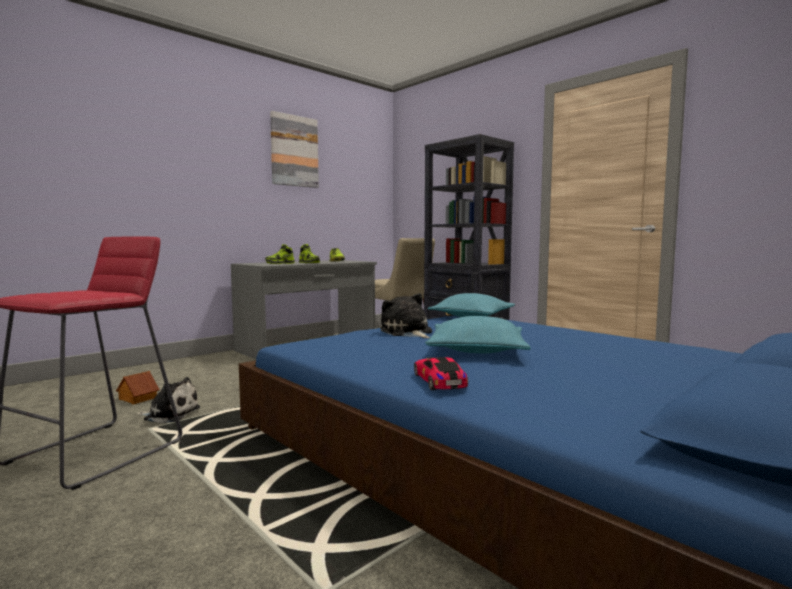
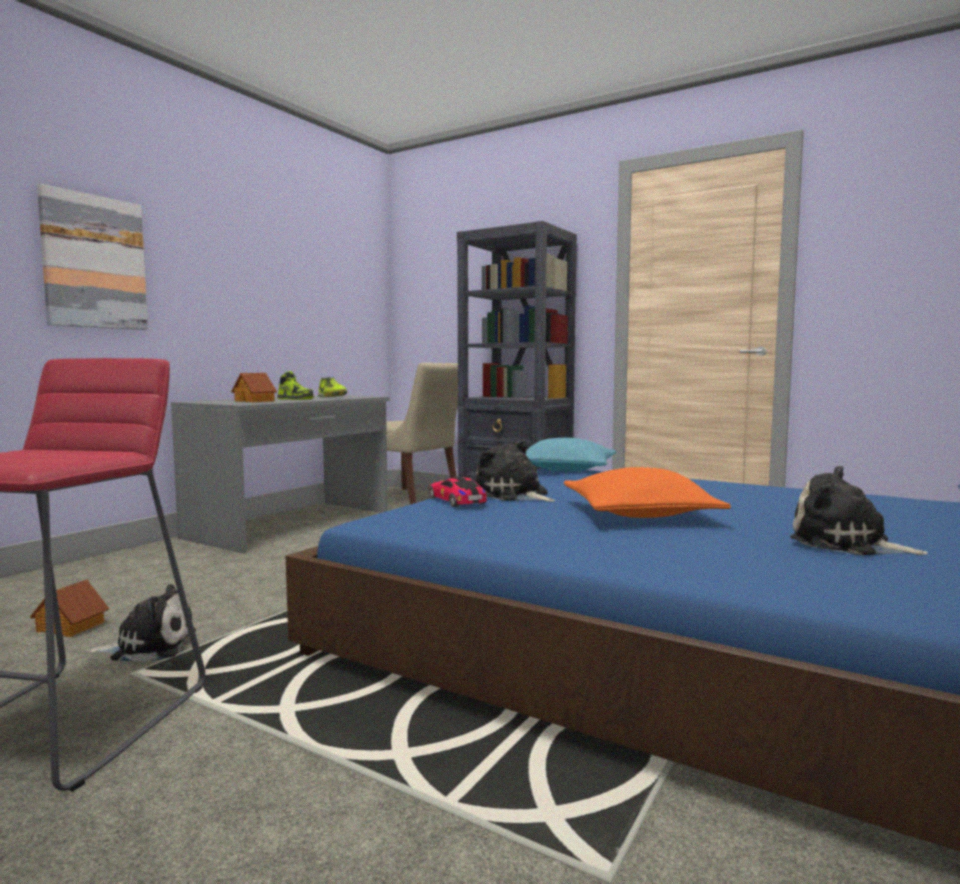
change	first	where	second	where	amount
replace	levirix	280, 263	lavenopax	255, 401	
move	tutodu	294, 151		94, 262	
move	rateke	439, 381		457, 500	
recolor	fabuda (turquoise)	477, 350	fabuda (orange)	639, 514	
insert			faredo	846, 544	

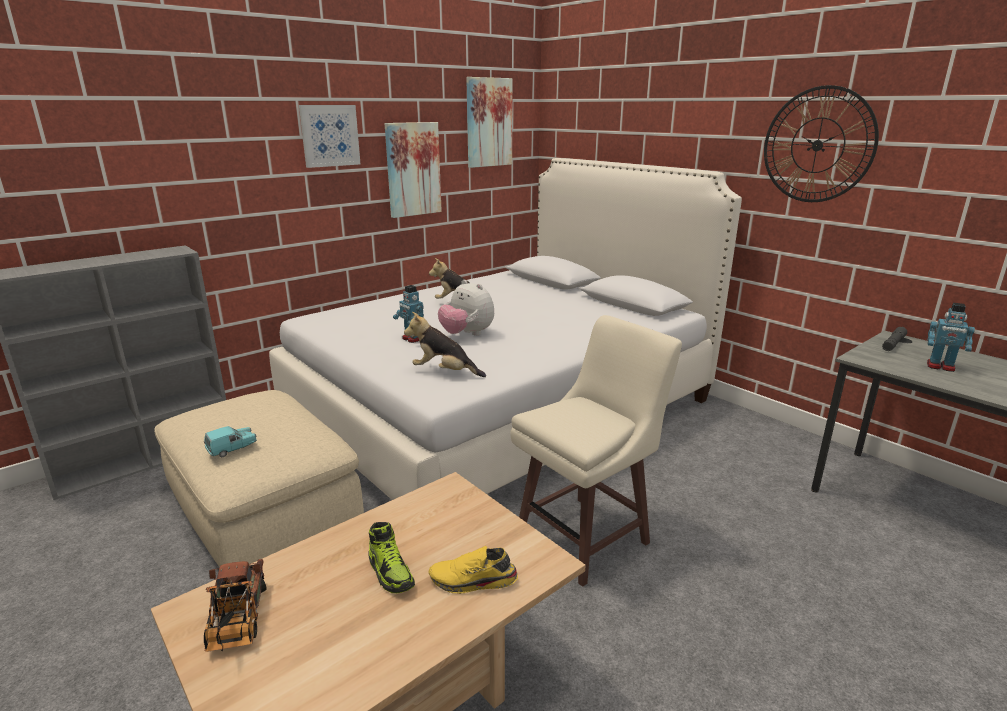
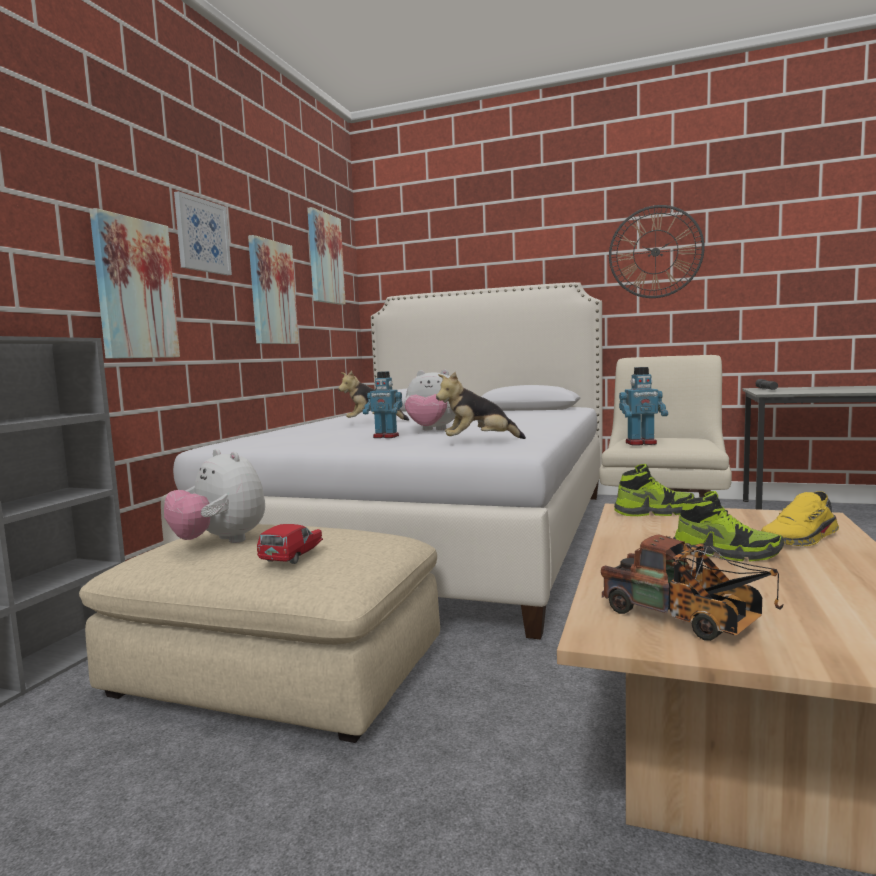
change	first	where	second	where	amount
recolor	rateke (turquoise)	232, 449	rateke (red)	292, 557	
move	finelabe	940, 367		641, 443	
insert			tutodu	135, 289	
insert			faredo	220, 542	
insert			levirix	654, 512	

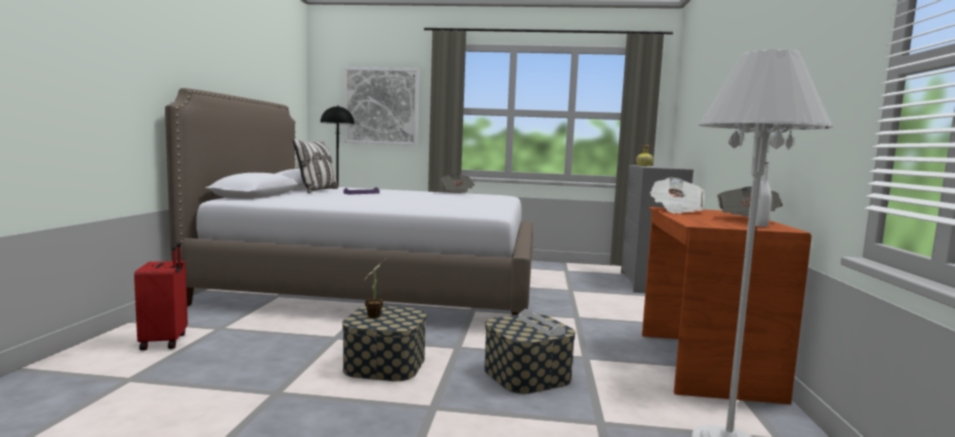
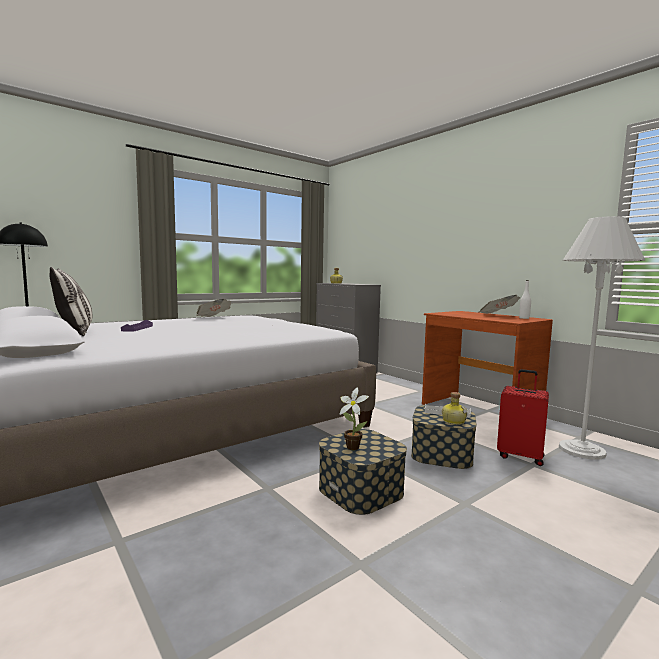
change	first	where	second	where	amount
move	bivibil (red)	165, 341		520, 456	
delete	tutodu	381, 106			
delete	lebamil	676, 210			
insert			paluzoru	453, 421	

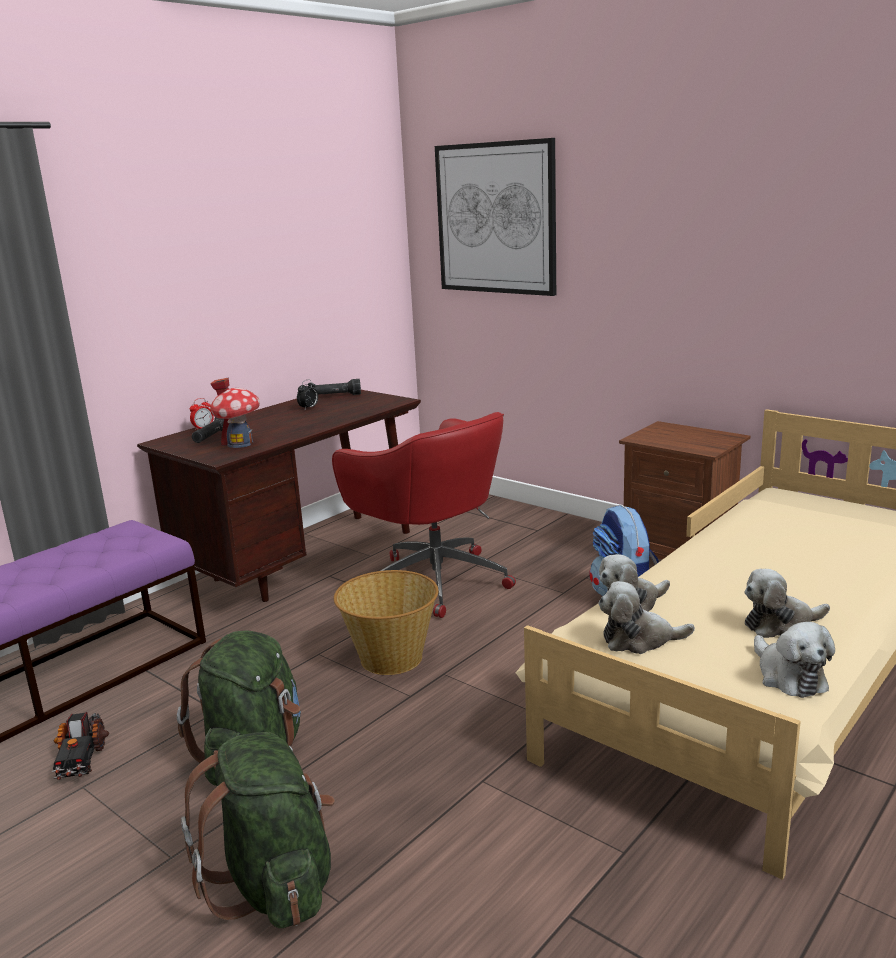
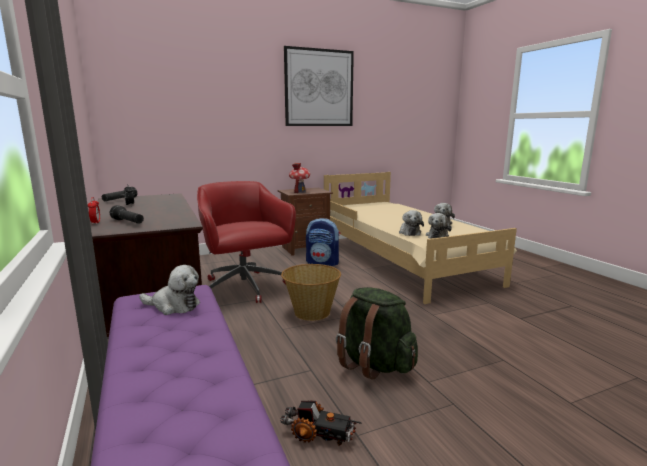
change	first	where	second	where	amount
delete	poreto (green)	275, 883			
move	lavenopax	240, 443		299, 191	
rotate	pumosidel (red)	434, 580		245, 288	105 degrees counterclockwise
move	tutodu	495, 218		319, 88	
move	faredo	788, 676		173, 306	

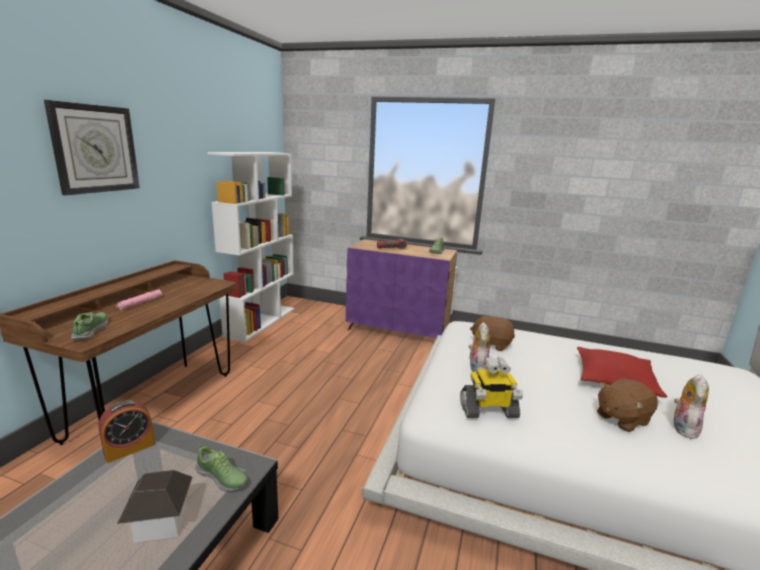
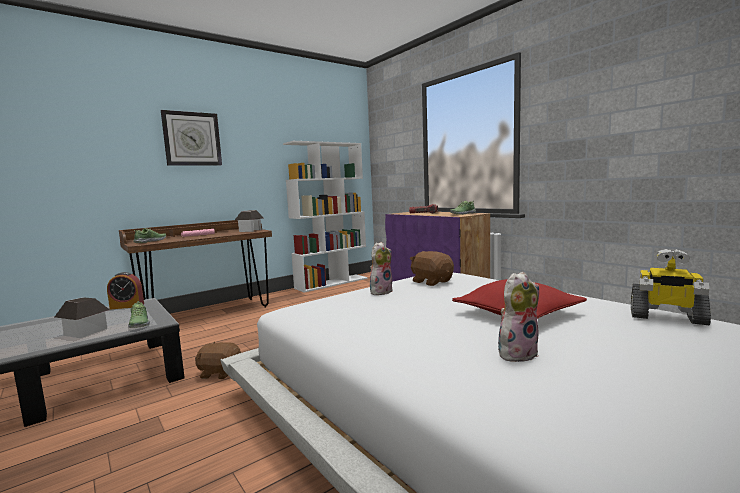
change	first	where	second	where	amount
move	finelabe	488, 411		666, 317	
move	faredo (brown)	621, 418		219, 372	
insert			lavenopax	250, 230	

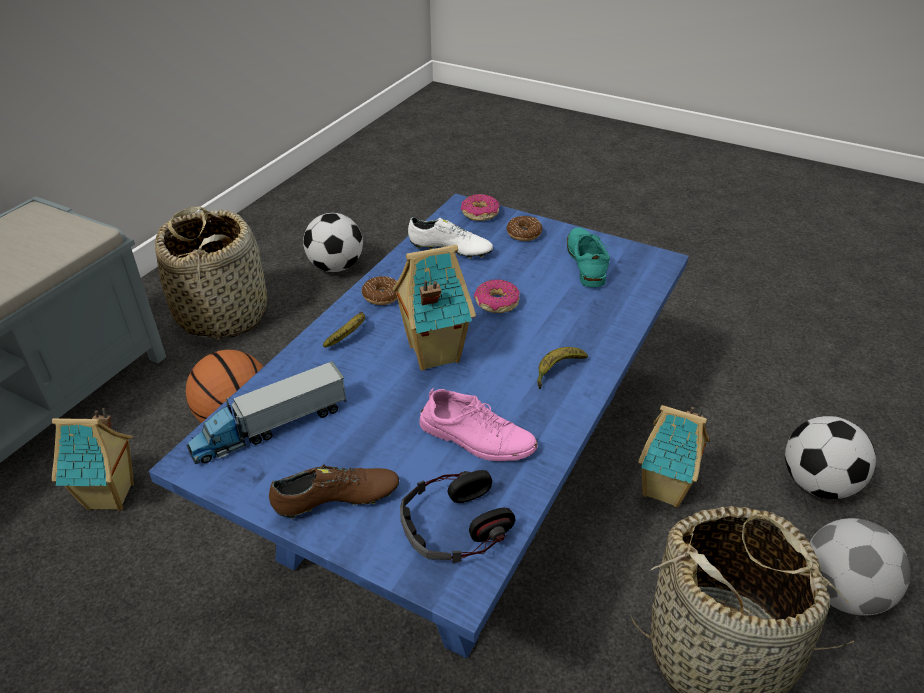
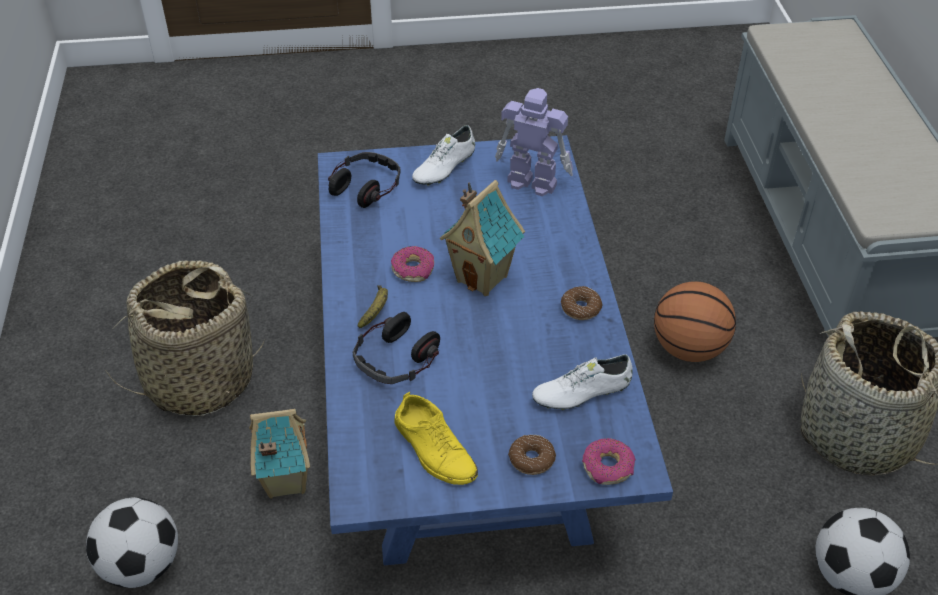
change	first	where	second	where	amount
delete	lavenopax	112, 496			
replace	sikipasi	270, 428	finelabe	531, 182	
recolor	levirix (brown)	337, 500	levirix (white)	444, 168	
delete	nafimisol	349, 334			
delete	levirix (pink)	476, 438			
move	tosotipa	496, 303		413, 269	
recolor	levirix (turquoise)	586, 262	levirix (yellow)	434, 449	
delete	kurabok	842, 592			
insert			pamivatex	396, 358	

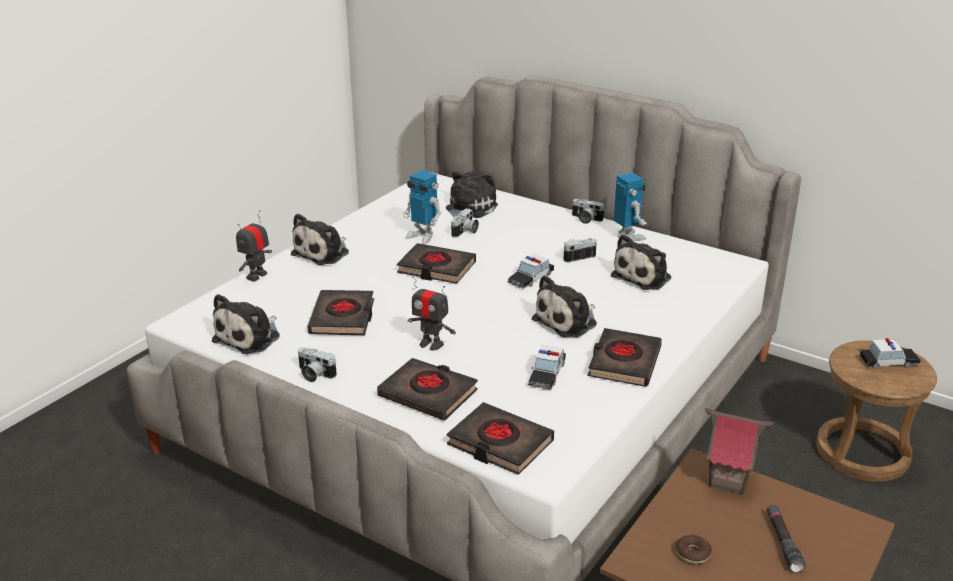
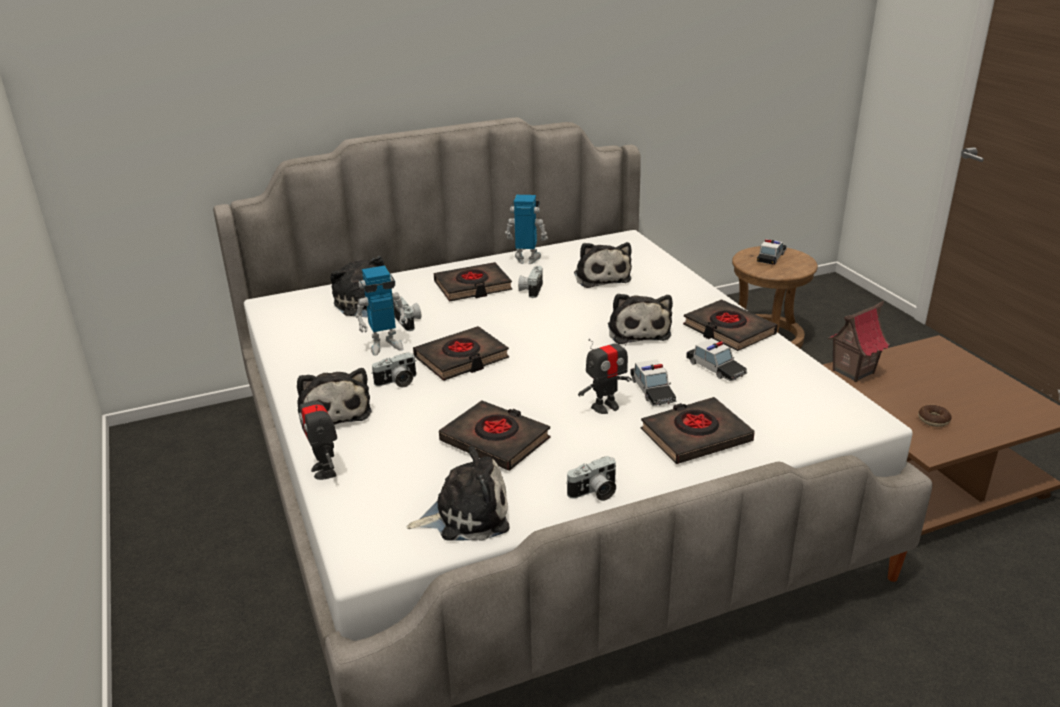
change	first	where	second	where	amount
rotate	faredo	250, 337		466, 515	75 degrees counterclockwise
move	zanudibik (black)	499, 444		473, 287	
move	rateke	531, 278		652, 390	
move	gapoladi	585, 219		397, 382	
delete	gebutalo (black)	783, 542			

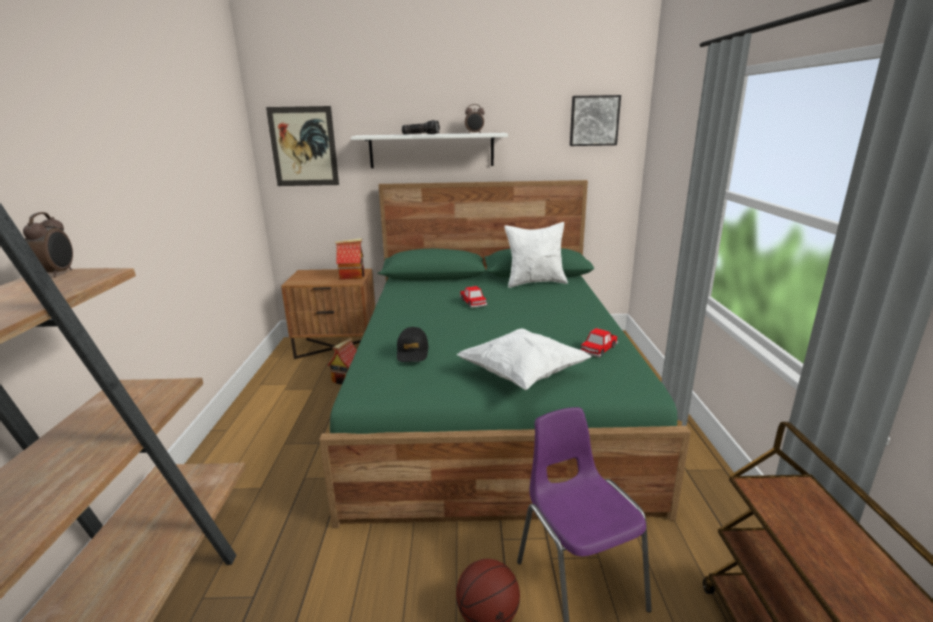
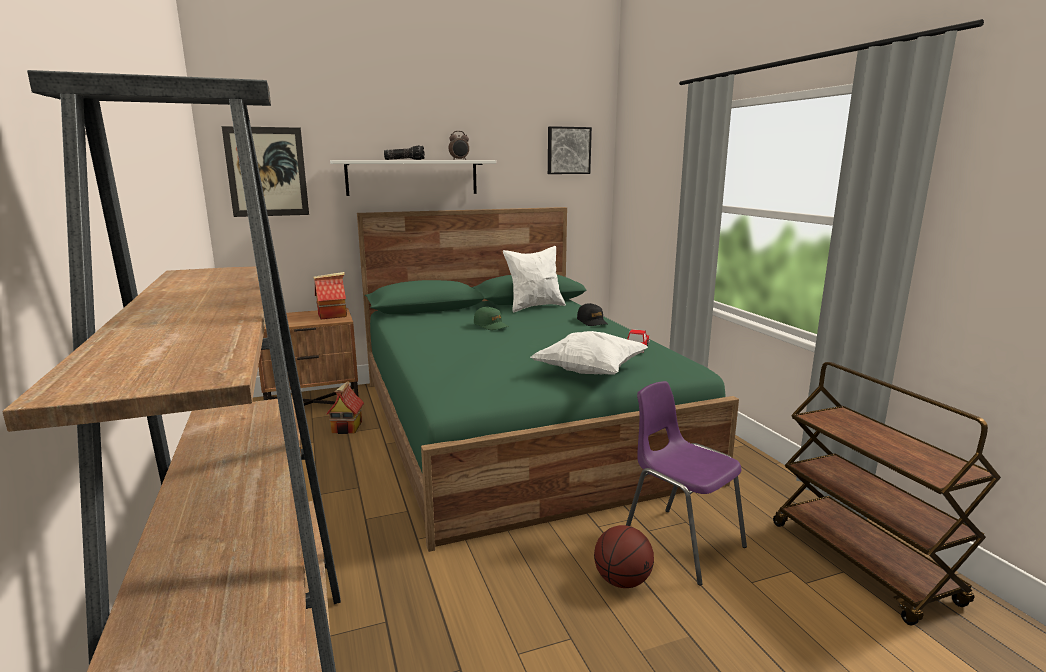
change	first	where	second	where	amount
delete	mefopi	58, 273			
move	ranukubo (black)	412, 352		592, 322	
replace	rateke	473, 302	ranukubo (green)	491, 325	

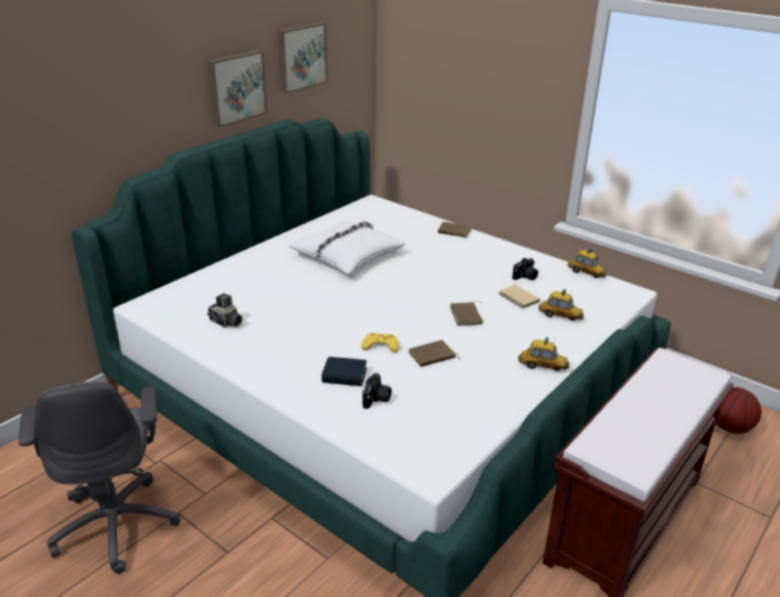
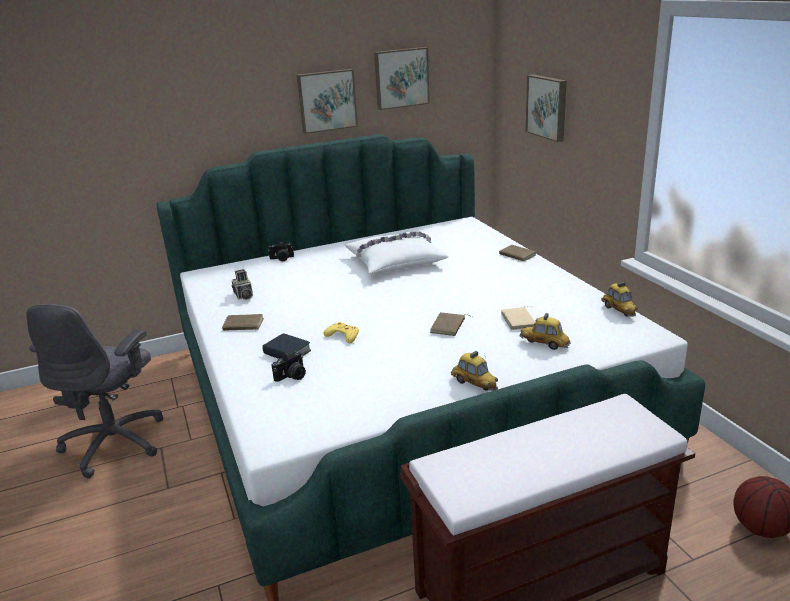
change	first	where	second	where	amount
move	zanudibik (brown)	432, 356		243, 325	
move	gapoladi	525, 277		282, 259	
rotate	rateke	560, 316		544, 344	150 degrees clockwise
insert			tutodu	548, 107	

